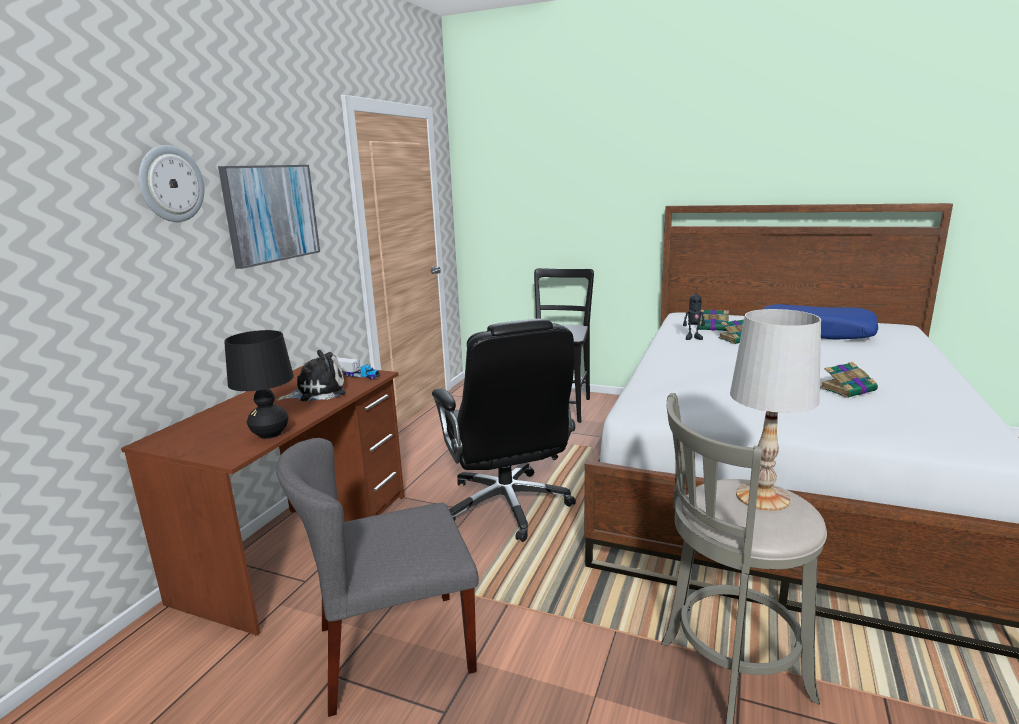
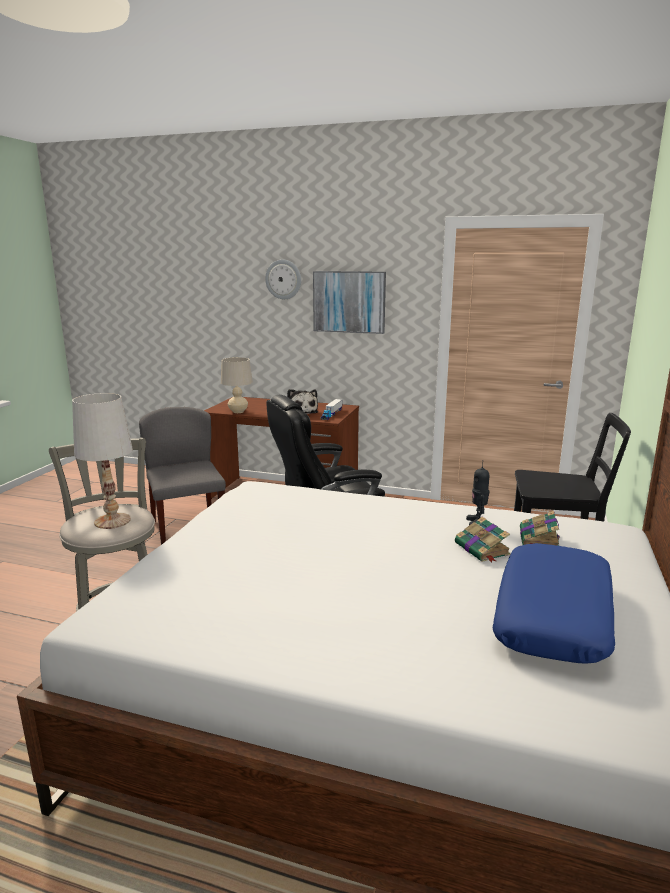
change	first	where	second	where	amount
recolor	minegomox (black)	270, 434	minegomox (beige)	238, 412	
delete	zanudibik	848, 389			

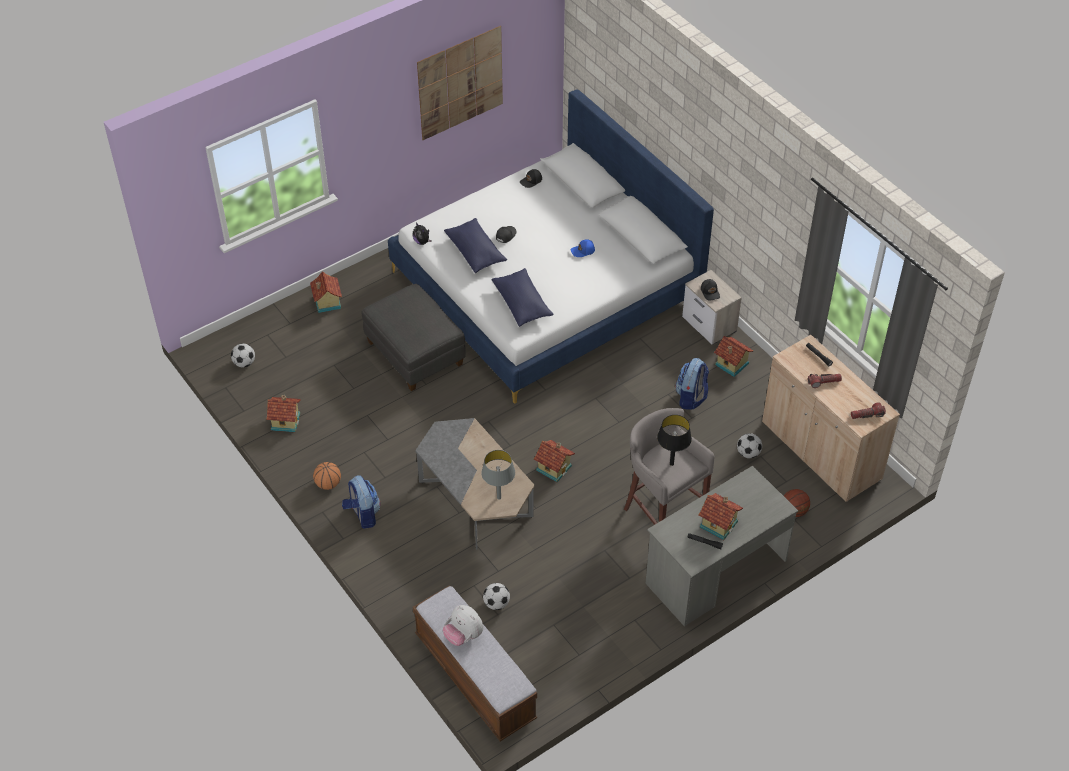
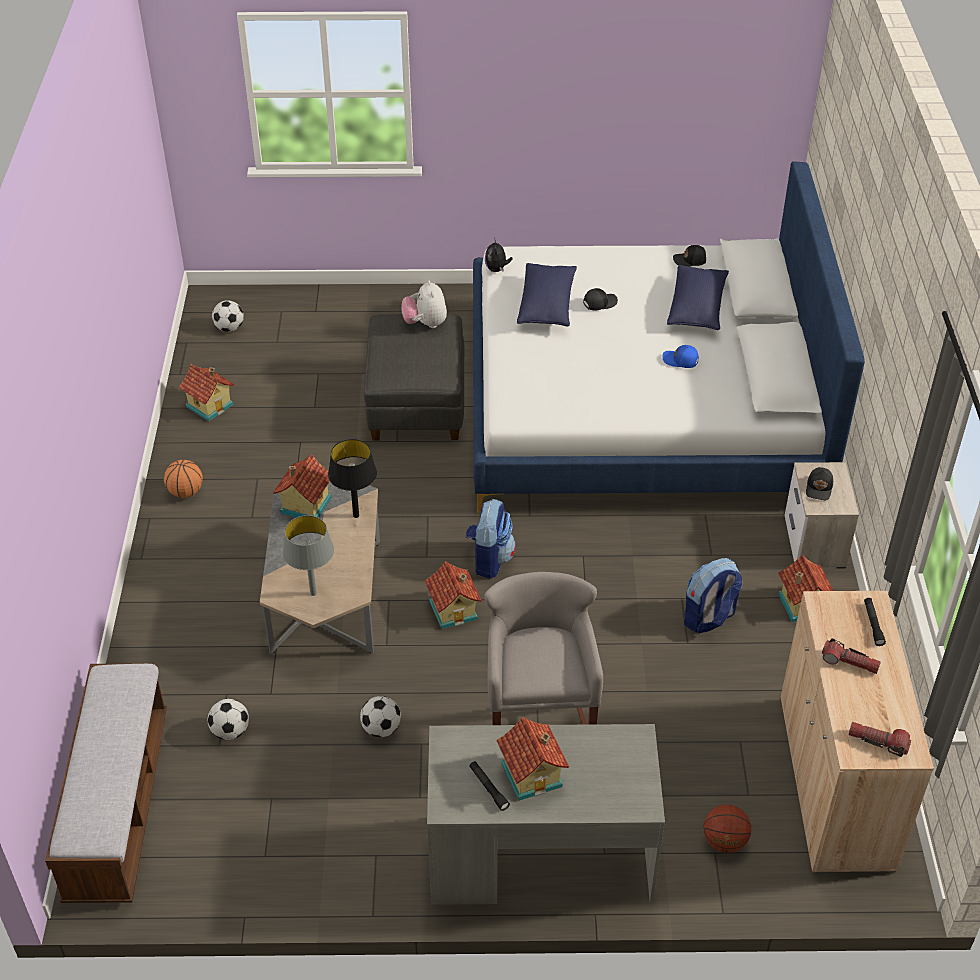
change	first	where	second	where	amount
move	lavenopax	326, 302		304, 505	
move	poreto	363, 514		489, 559	
delete	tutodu	460, 83			
move	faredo	463, 635		425, 323	
move	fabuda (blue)	522, 304		696, 308	
move	minegomox (black)	671, 463		356, 515	
move	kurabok	748, 453		381, 729	

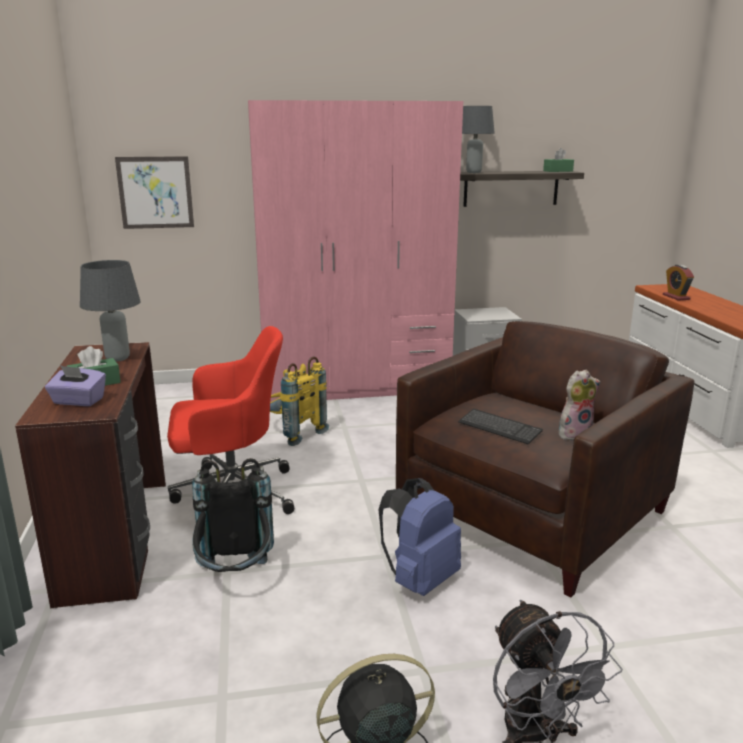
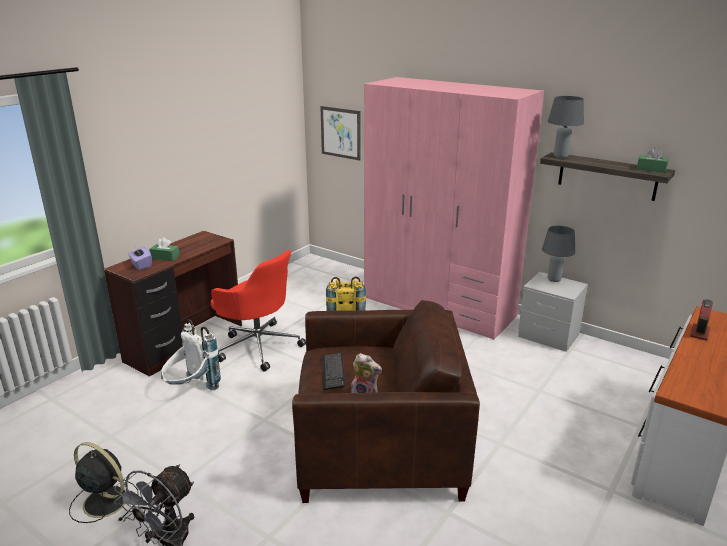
change	first	where	second	where	amount
move	minegomox (grey)	118, 358		554, 280	
recolor	poreto (black)	235, 579	poreto (white)	191, 390	
delete	poreto (blue)	420, 579			

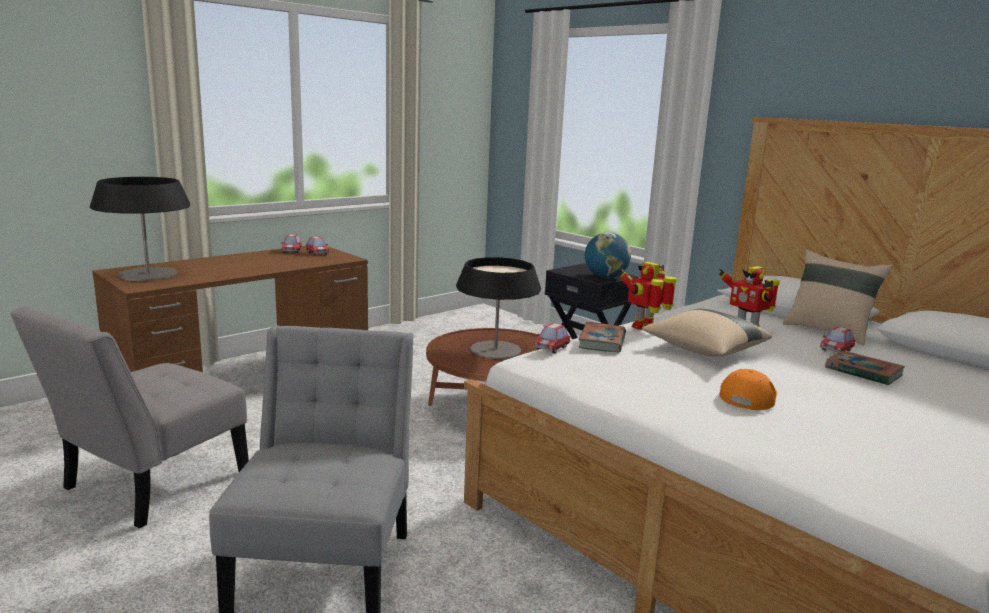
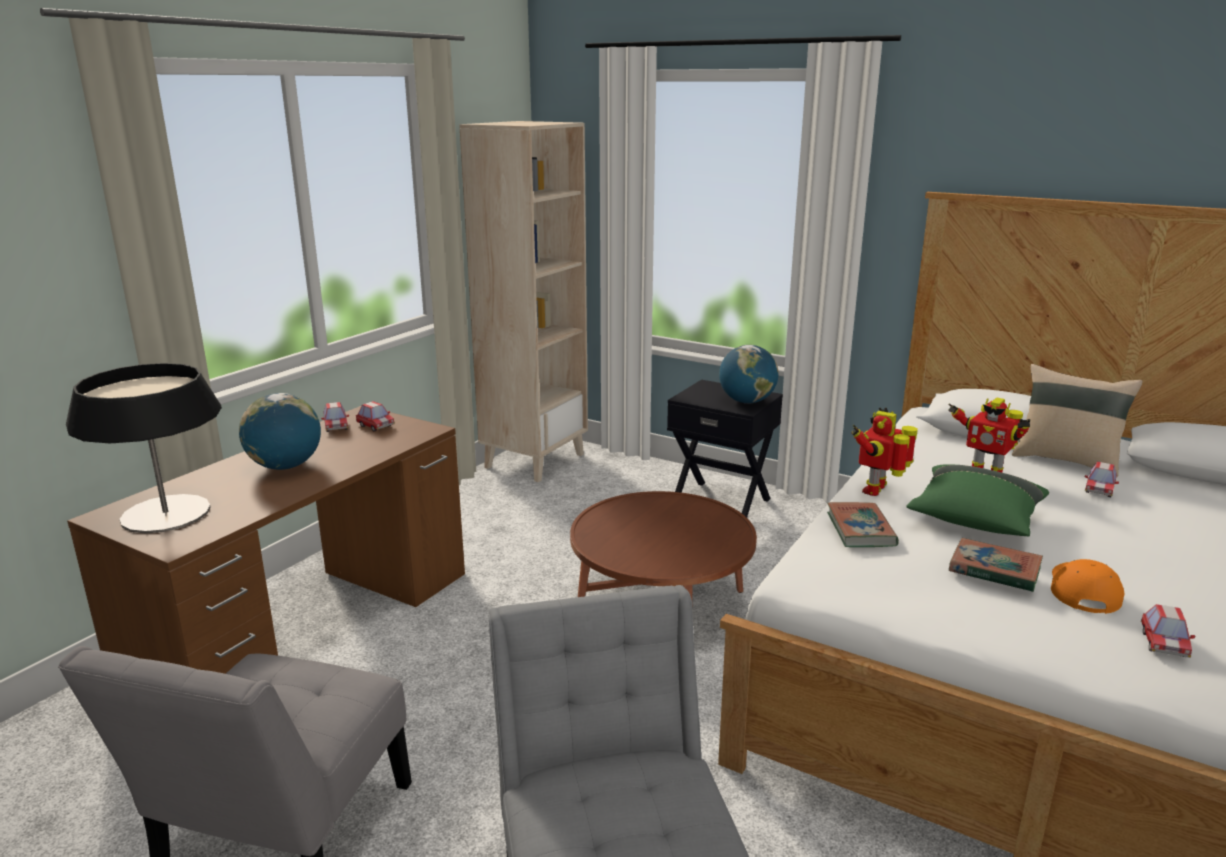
change	first	where	second	where	amount
delete	minegomox	495, 350			
move	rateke	551, 348		1163, 644	
recolor	fabuda (beige)	703, 351	fabuda (green)	974, 520	
move	zanudibik	863, 372		994, 570	
insert			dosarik	285, 466	
insert			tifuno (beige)	534, 460	

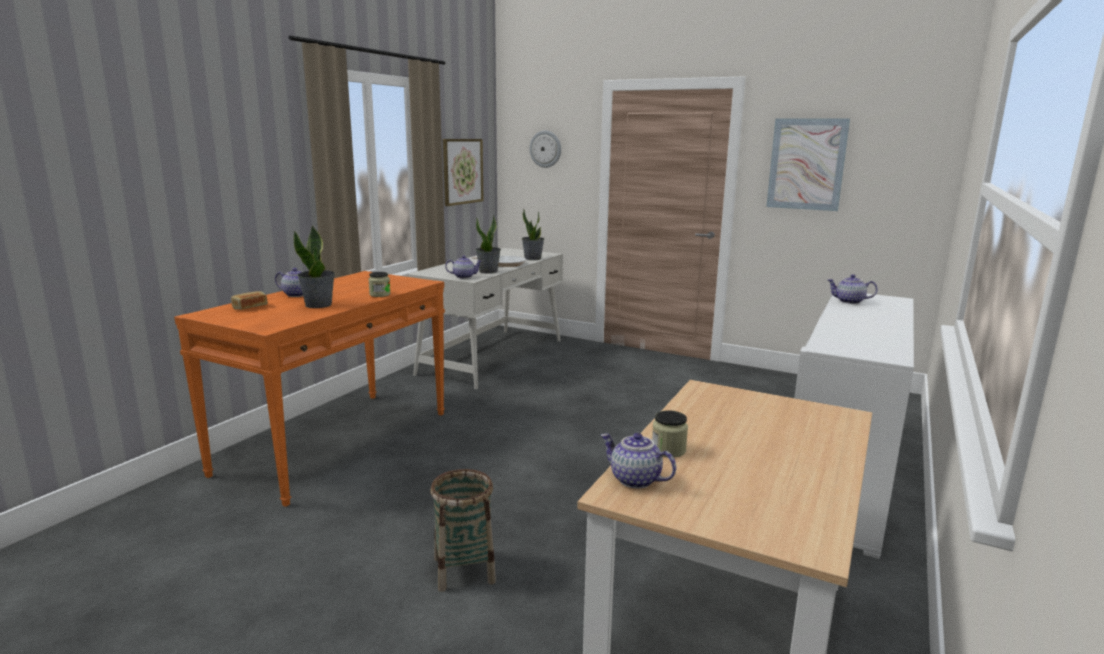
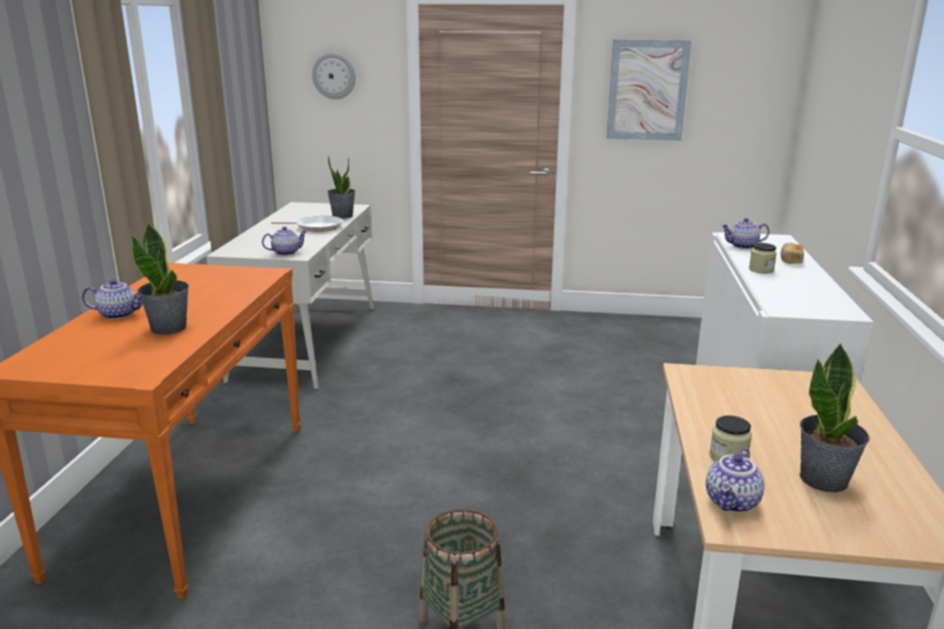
change	first	where	second	where	amount
move	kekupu	249, 307		790, 260	
move	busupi	380, 294		761, 270	
delete	tutodu	462, 171			
move	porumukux	488, 271		824, 479	
rotate	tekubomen	634, 480		733, 503	75 degrees counterclockwise

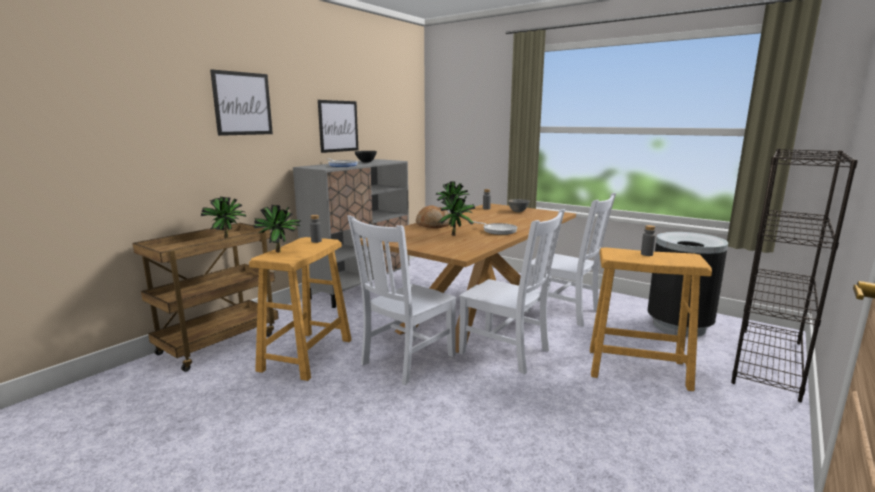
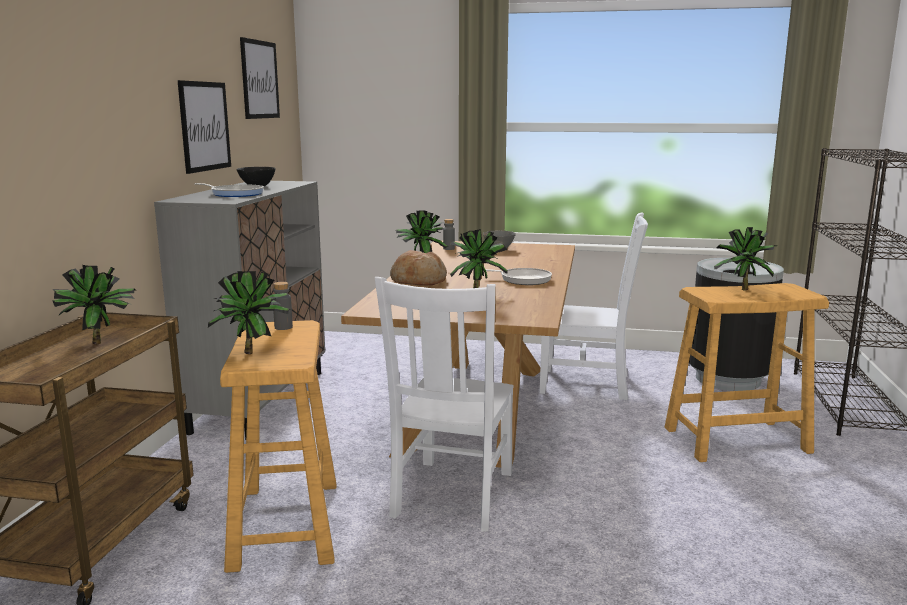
change	first	where	second	where	amount
move	tutodu	242, 103		259, 79	
delete	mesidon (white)	507, 352			
replace	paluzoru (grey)	646, 254	porumukux	742, 290	

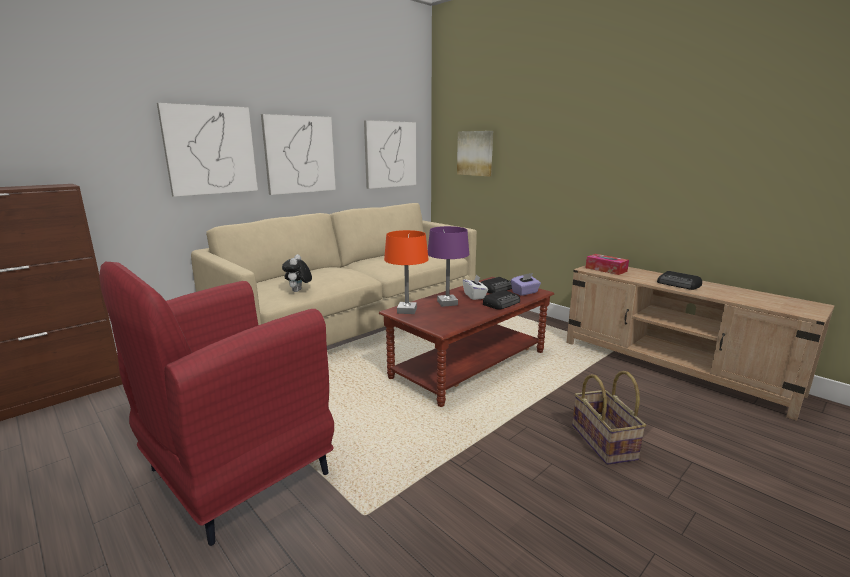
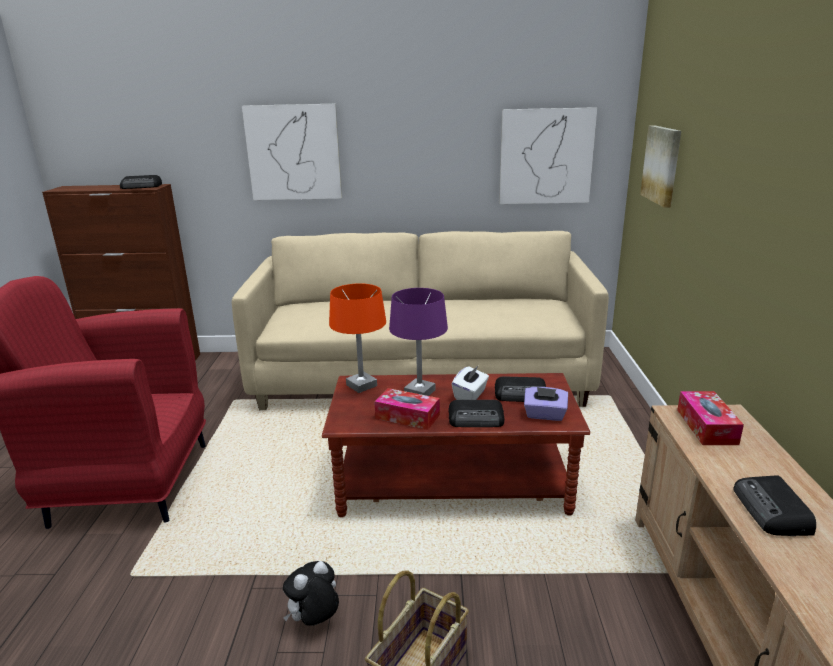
change	first	where	second	where	amount
delete	tutodu	299, 154			
move	faredo	298, 291		314, 621	
insert			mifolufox	142, 186	
insert			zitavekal	407, 417	

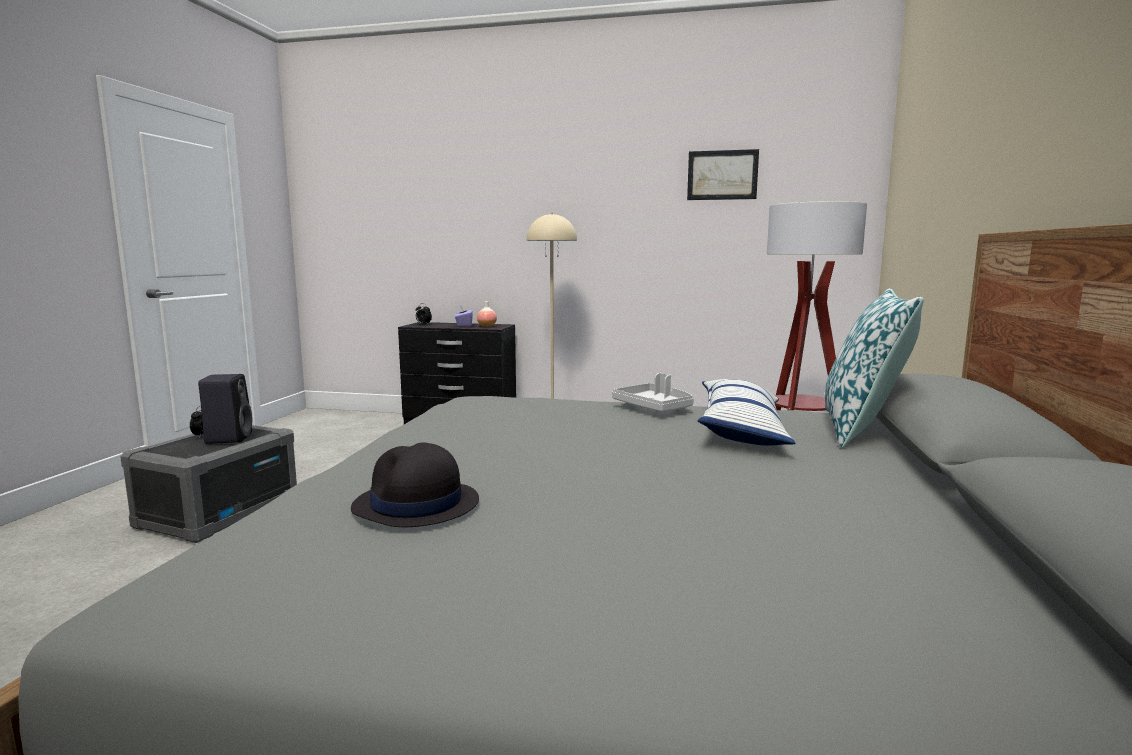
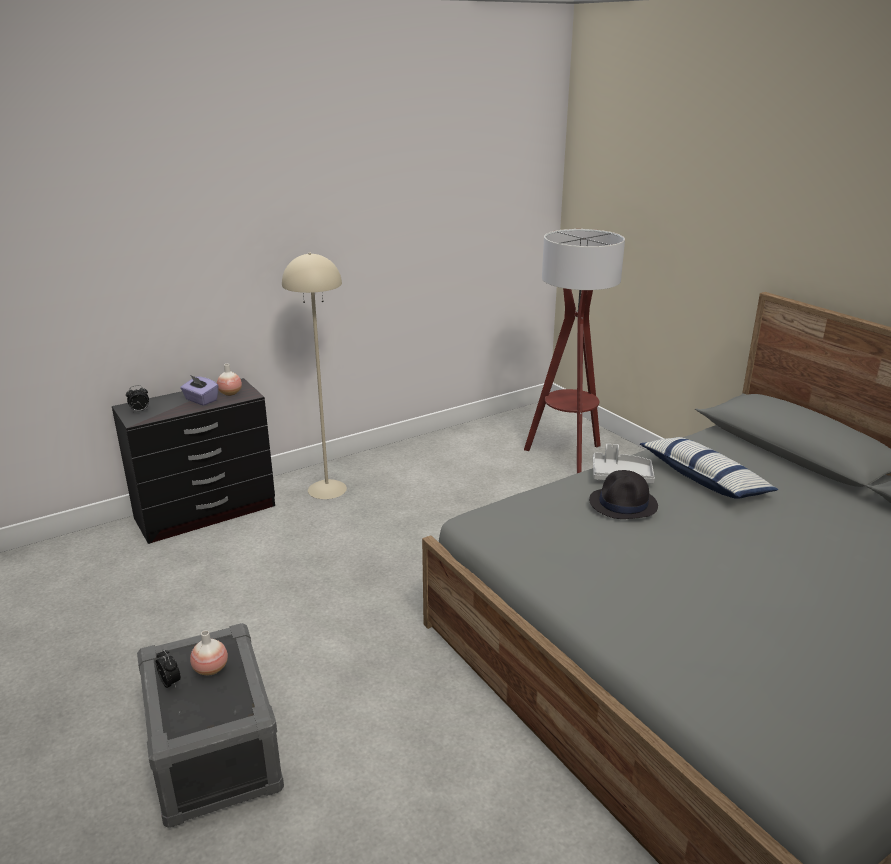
change	first	where	second	where	amount
replace	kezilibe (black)	229, 438	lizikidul	211, 669	
move	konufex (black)	416, 505		623, 504	
delete	tutodu	722, 175			
delete	fabuda	861, 429			

